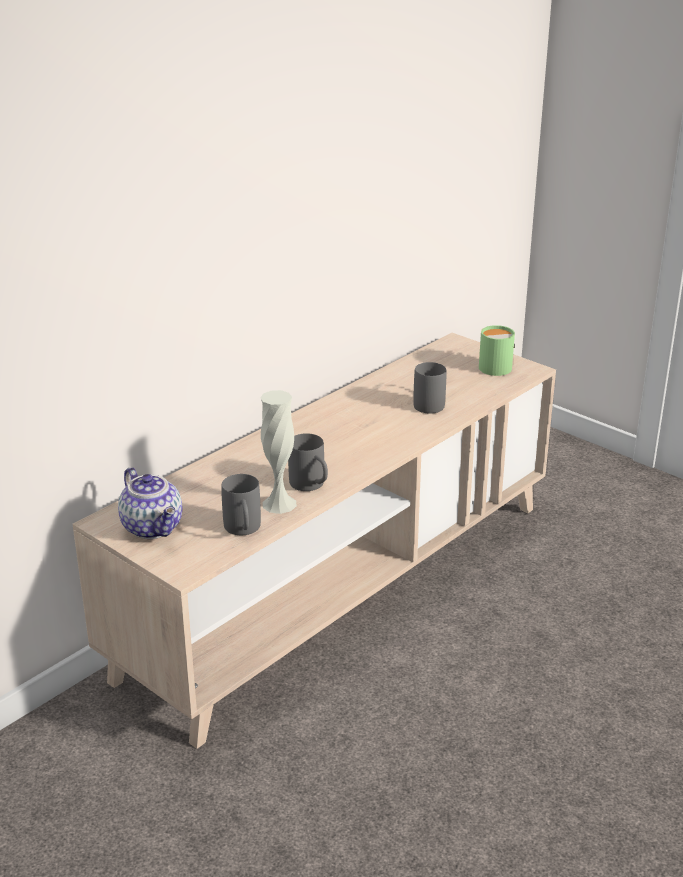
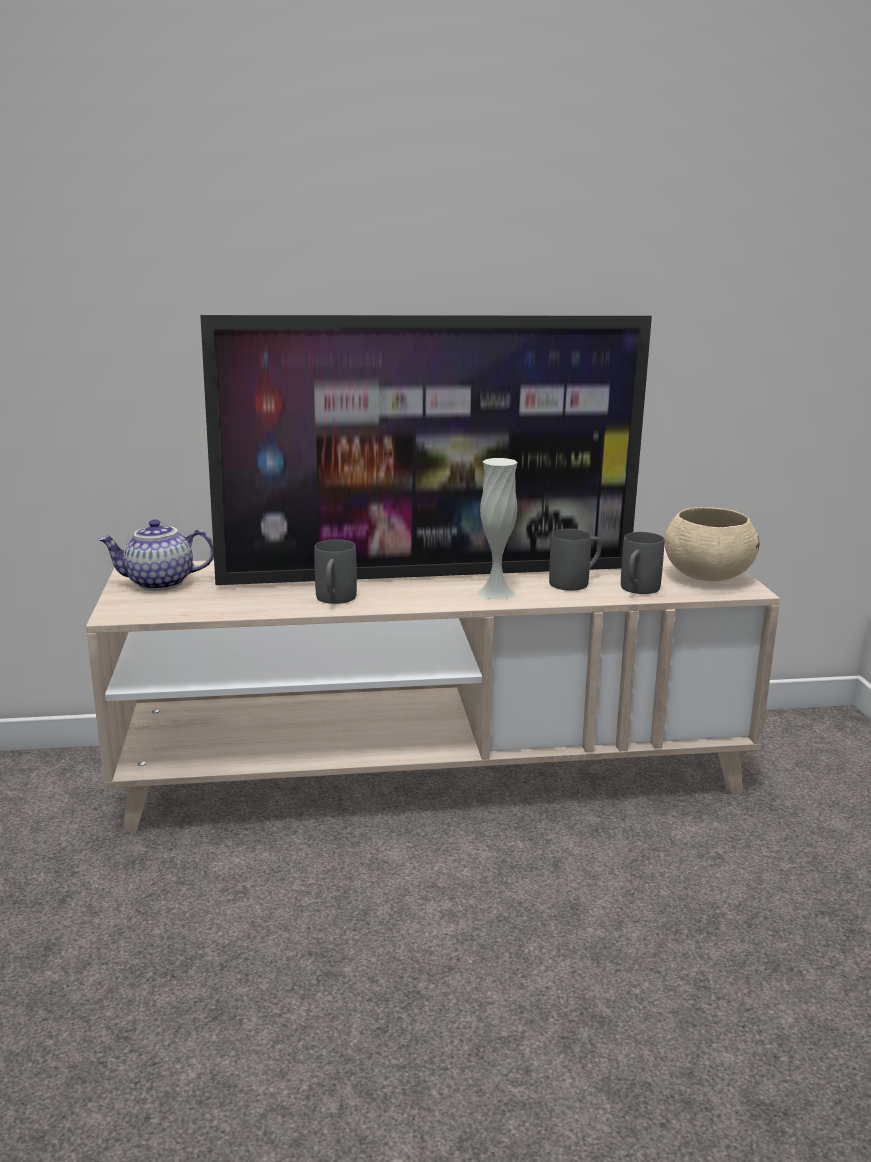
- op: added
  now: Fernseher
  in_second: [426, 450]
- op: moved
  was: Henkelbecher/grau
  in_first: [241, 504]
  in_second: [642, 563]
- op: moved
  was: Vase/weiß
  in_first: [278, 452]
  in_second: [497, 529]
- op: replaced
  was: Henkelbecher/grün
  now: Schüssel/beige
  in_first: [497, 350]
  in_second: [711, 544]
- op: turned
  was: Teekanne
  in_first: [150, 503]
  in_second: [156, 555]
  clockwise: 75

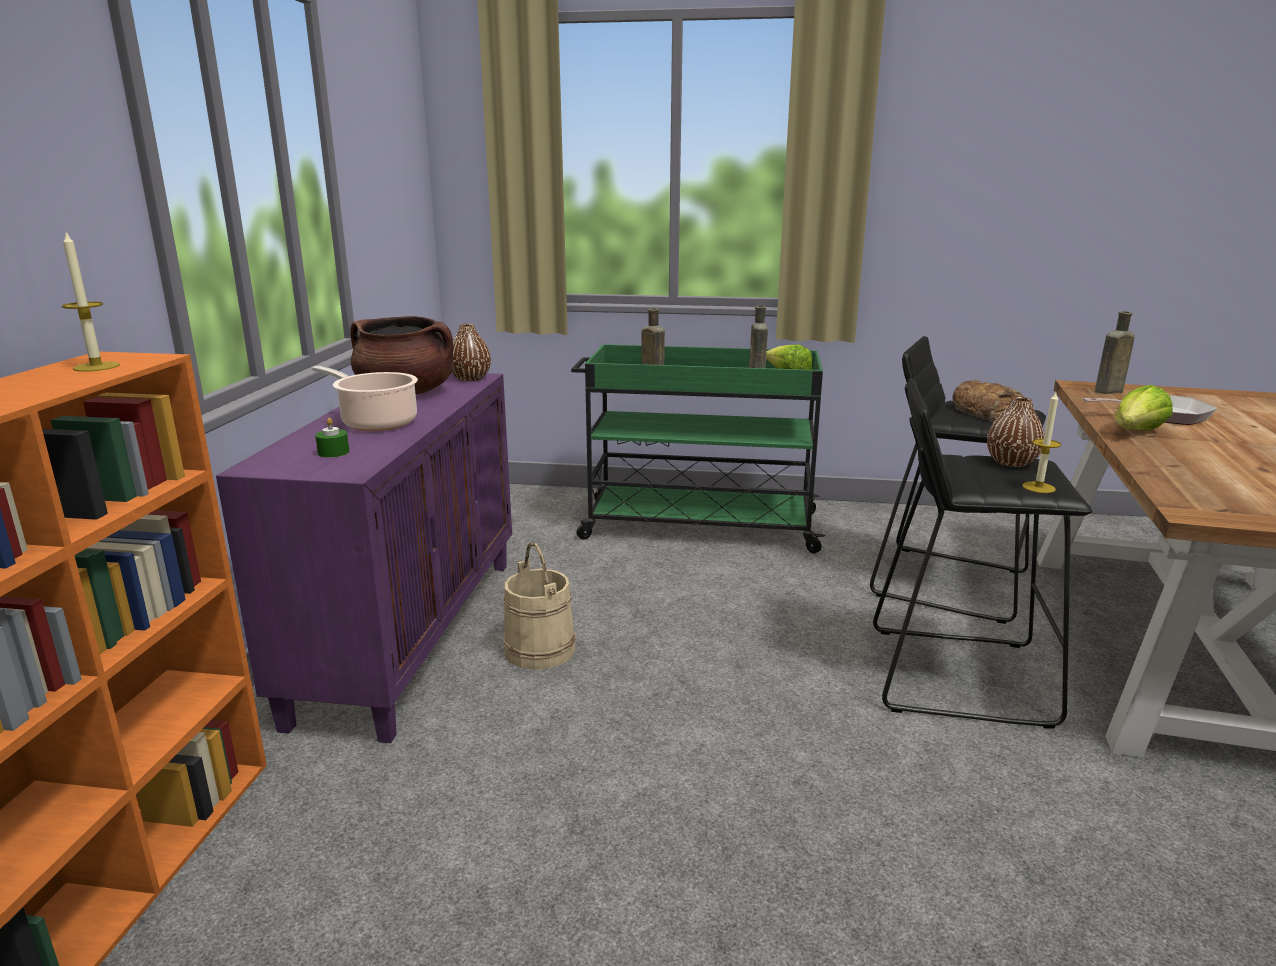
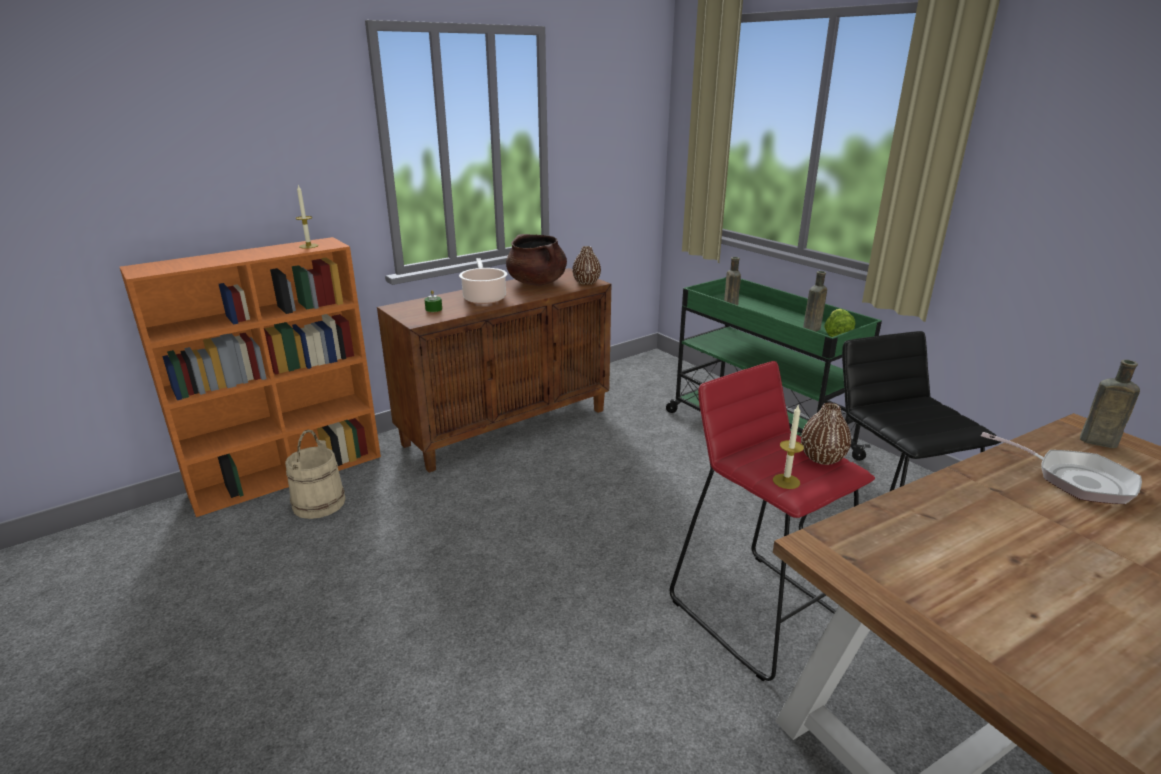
- op: removed
  was: Brot
  in_first: [988, 400]
- op: removed
  was: Salatkopf
  in_first: [1144, 407]
- op: moved
  was: Eimer/beige
  in_first: [539, 606]
  in_second: [315, 474]
- op: recoloured
  was: Schrank/lila
  now: Schrank/braun
  in_first: [364, 558]
  in_second: [494, 370]
- op: recoloured
  was: Hocker/schwarz
  now: Hocker/rot
  in_first: [982, 553]
  in_second: [772, 521]

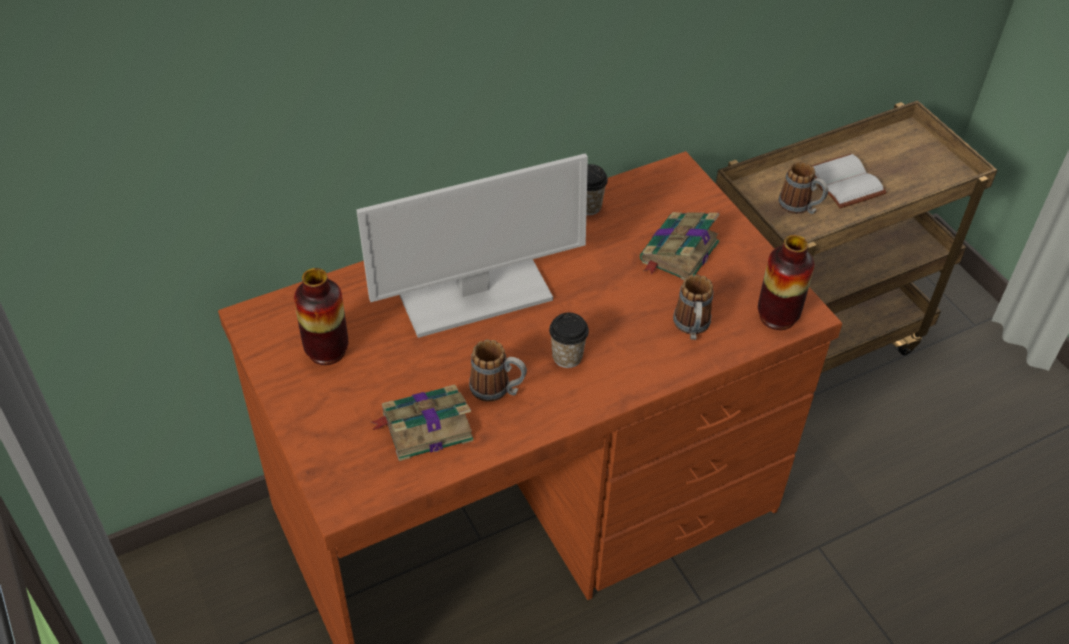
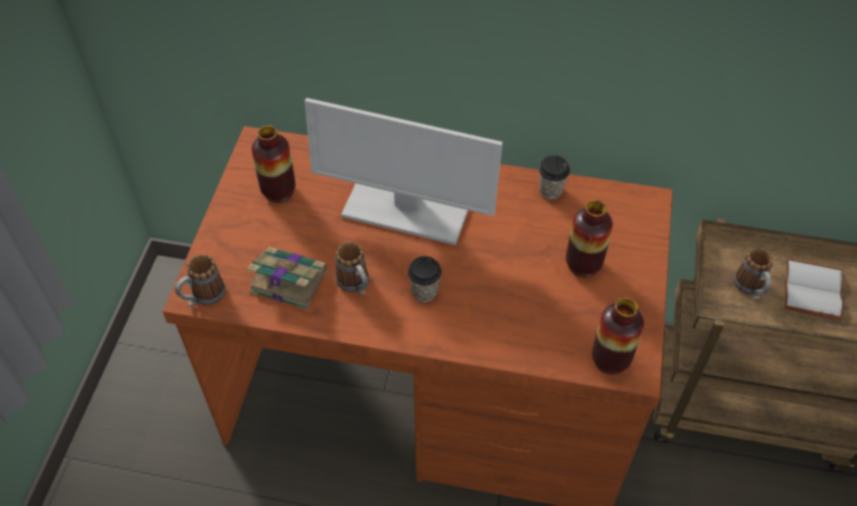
- op: moved
  was: Henkelbecher
  in_first: [693, 307]
  in_second: [200, 281]
- op: replaced
  was: Buch
  now: Vase
  in_first: [680, 246]
  in_second: [589, 238]

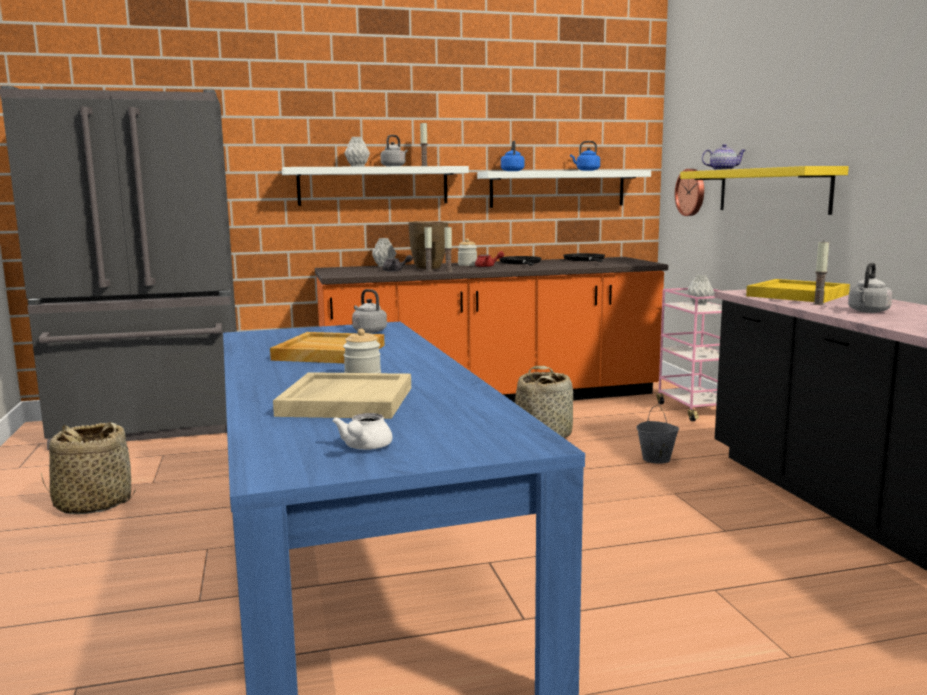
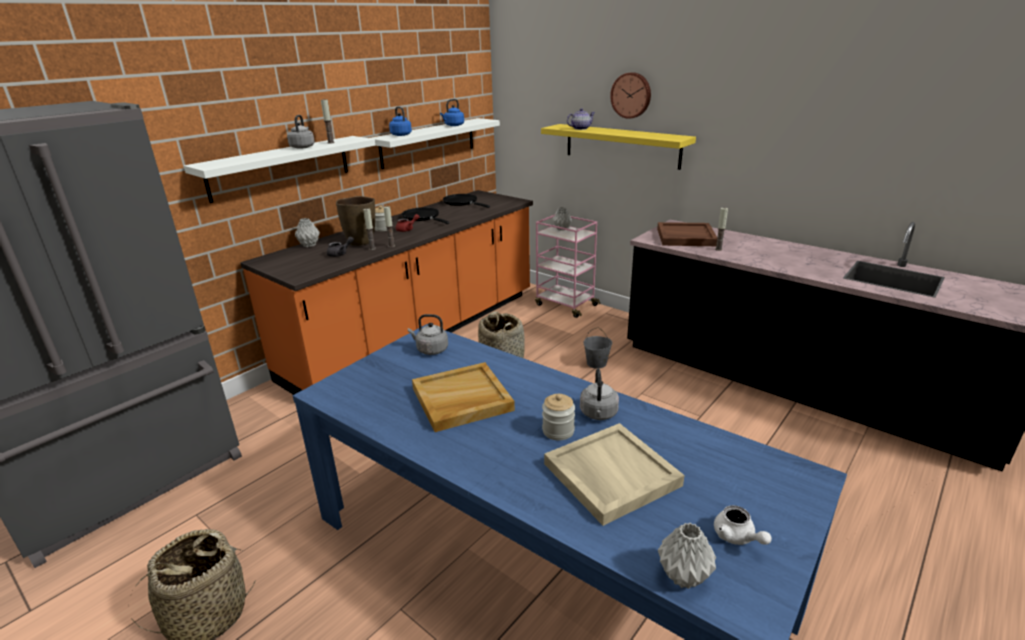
- op: moved
  was: Vase/grau
  in_first: [357, 152]
  in_second: [687, 556]
- op: moved
  was: Wanduhr
  in_first: [689, 192]
  in_second: [630, 95]
- op: moved
  was: Wasserkessel/grau
  in_first: [870, 288]
  in_second: [599, 394]
- op: recoloured
  was: Tablett/gelb
  now: Tablett/braun
  in_first: [798, 291]
  in_second: [687, 234]

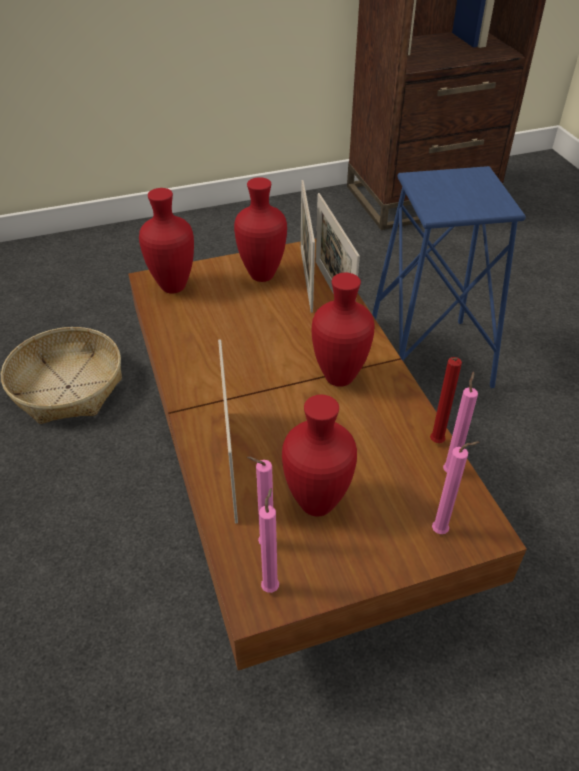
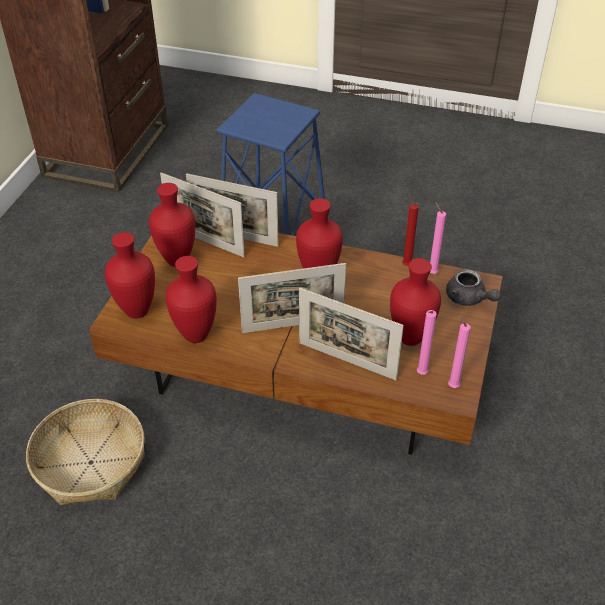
- op: added
  now: Vase/rot
  in_second: [191, 299]
- op: added
  now: Bilderrahmen
  in_second: [292, 298]
- op: replaced
  was: Kerze/rosa
  now: Teekanne/grau
  in_first: [456, 487]
  in_second: [473, 287]

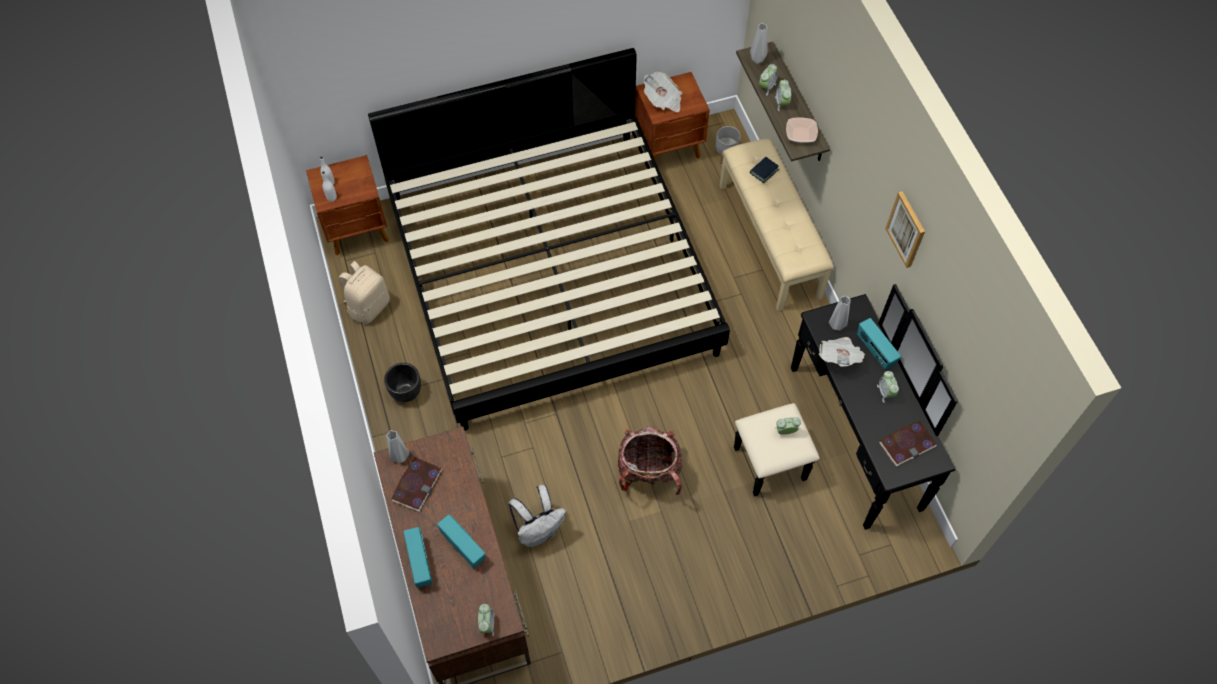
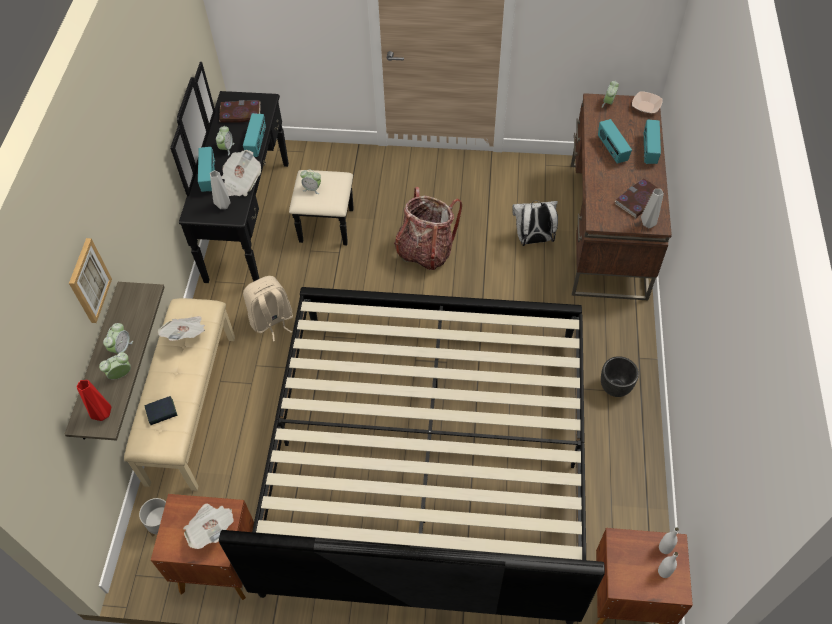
- op: added
  now: Zeitung
  in_second: [181, 328]
- op: added
  now: Radio
  in_second: [254, 135]
- op: moved
  was: Rucksack/beige
  in_first: [364, 292]
  in_second: [268, 308]
- op: moved
  was: Schüssel
  in_first: [802, 130]
  in_second: [647, 102]
- op: moved
  was: Bild
  in_first: [905, 229]
  in_second: [90, 280]
- op: recoloured
  was: Vase/grau
  now: Vase/rot
  in_first: [759, 43]
  in_second: [94, 400]

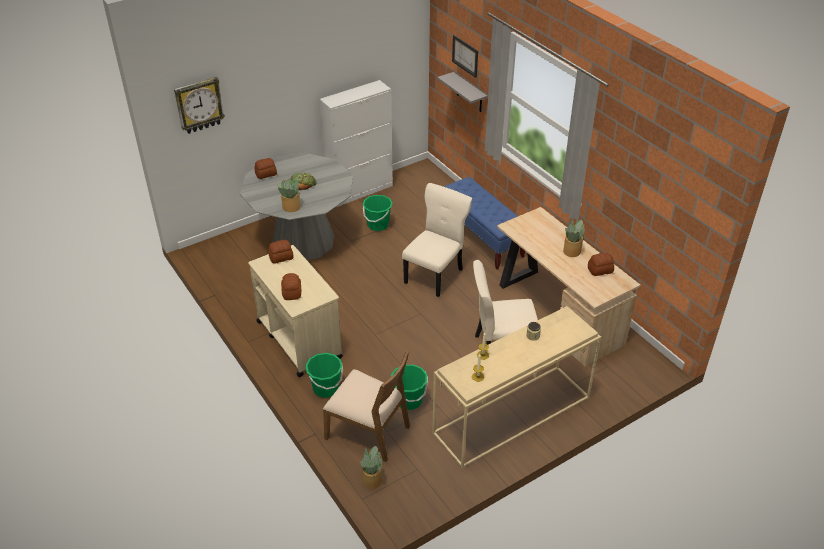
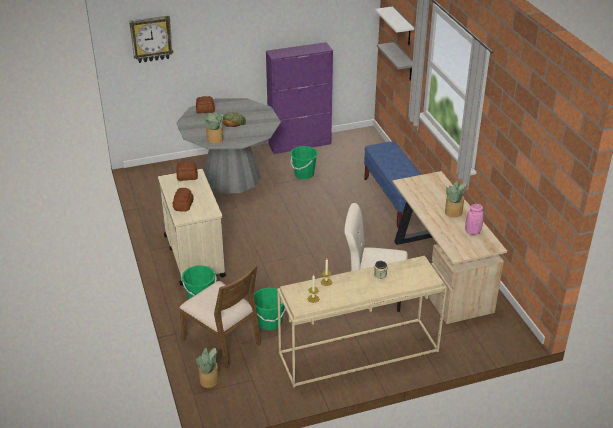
- op: removed
  was: Stuhl/beige
  in_first: [437, 240]
- op: replaced
  was: Bild
  now: Wandregal/weiß
  in_first: [465, 56]
  in_second: [394, 26]
- op: replaced
  was: Brot
  now: Vase/rosa
  in_first: [601, 264]
  in_second: [474, 219]
- op: recoloured
  was: Schrank/weiß
  now: Schrank/lila
  in_first: [356, 143]
  in_second: [299, 98]

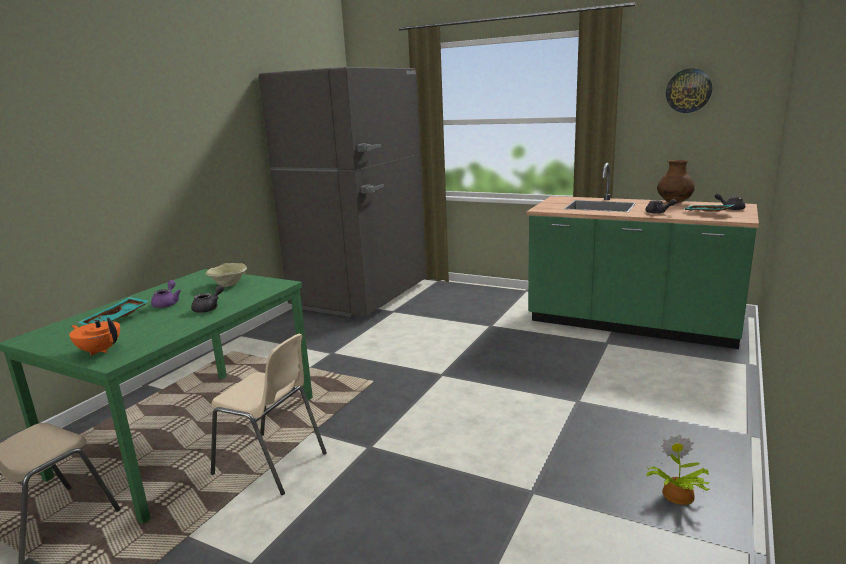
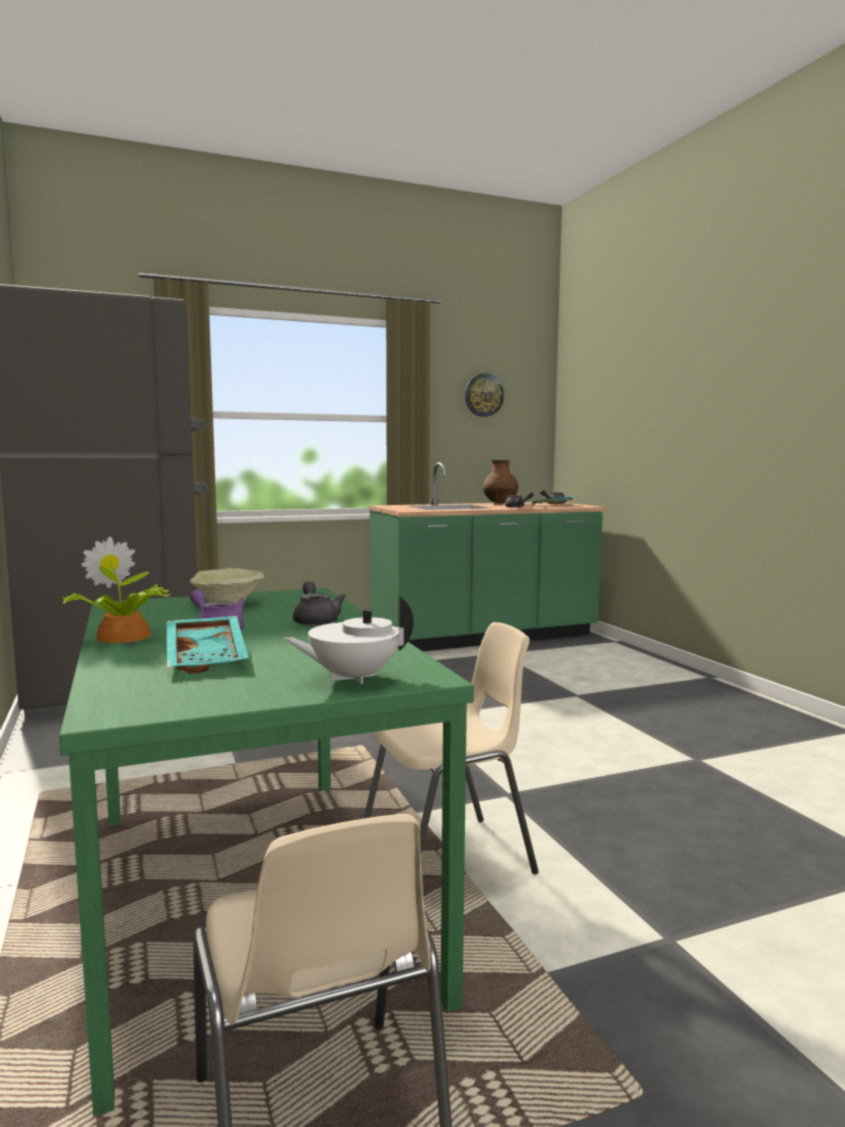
- op: moved
  was: Topfpflanze
  in_first: [678, 470]
  in_second: [116, 590]
- op: recoloured
  was: Teekanne/orange
  now: Teekanne/weiß
  in_first: [94, 336]
  in_second: [348, 640]

